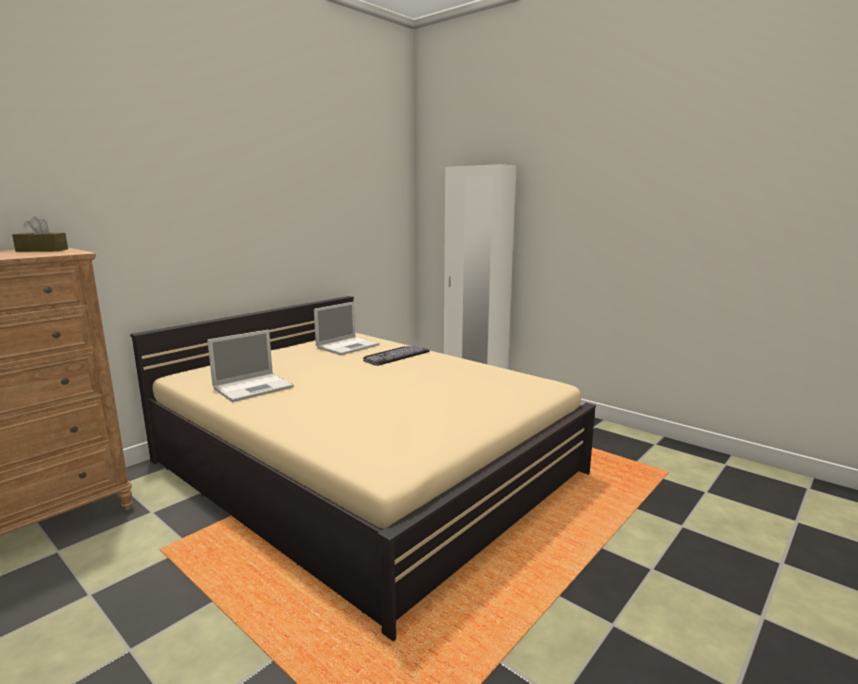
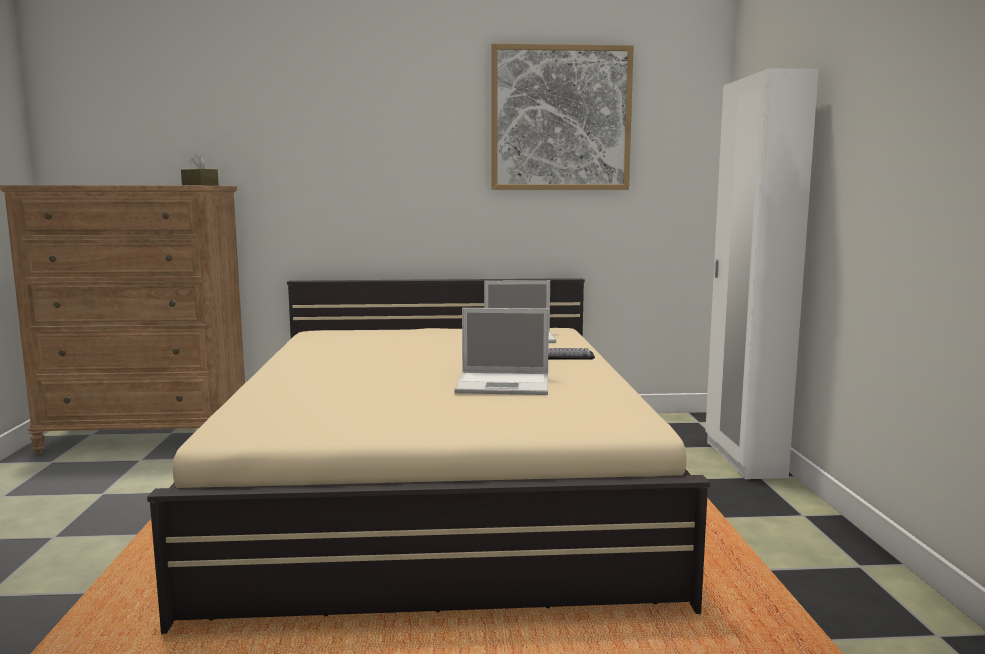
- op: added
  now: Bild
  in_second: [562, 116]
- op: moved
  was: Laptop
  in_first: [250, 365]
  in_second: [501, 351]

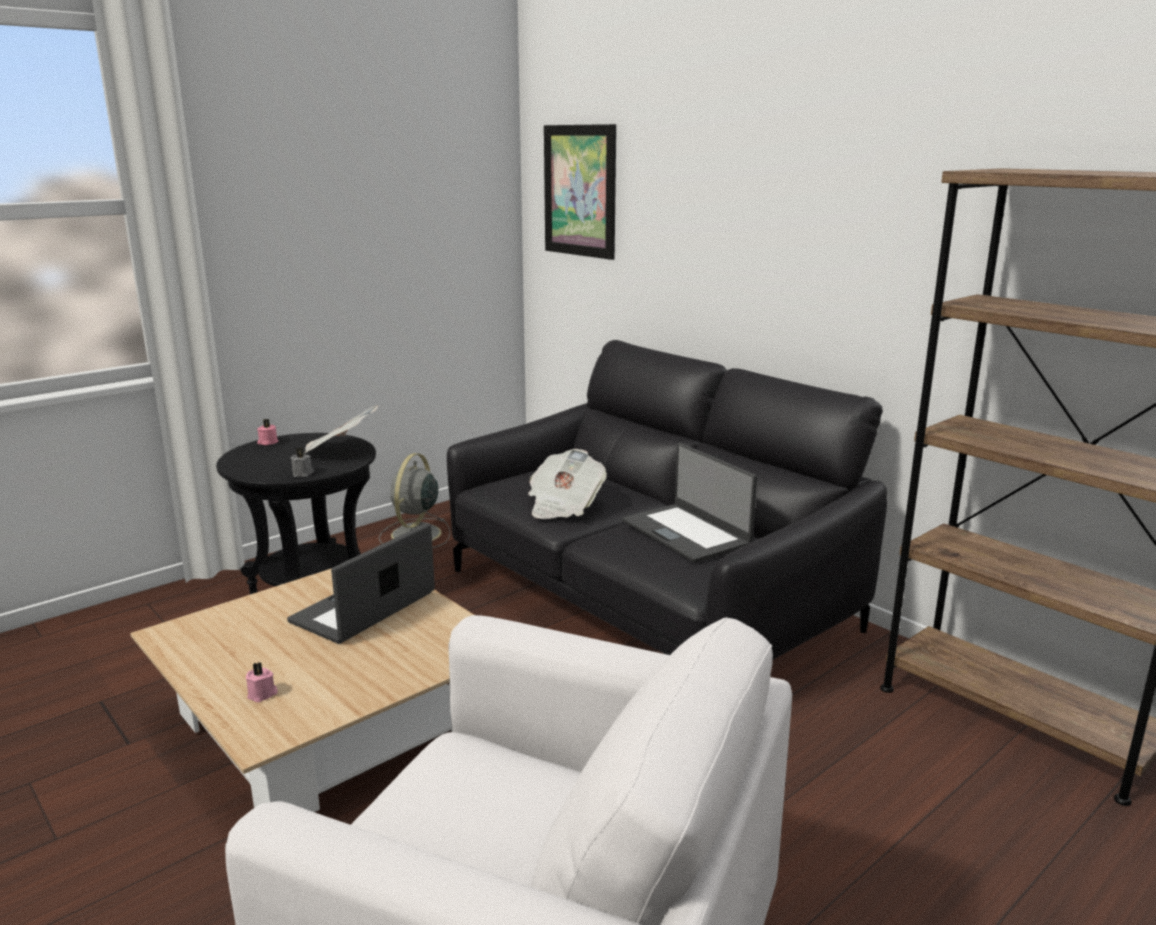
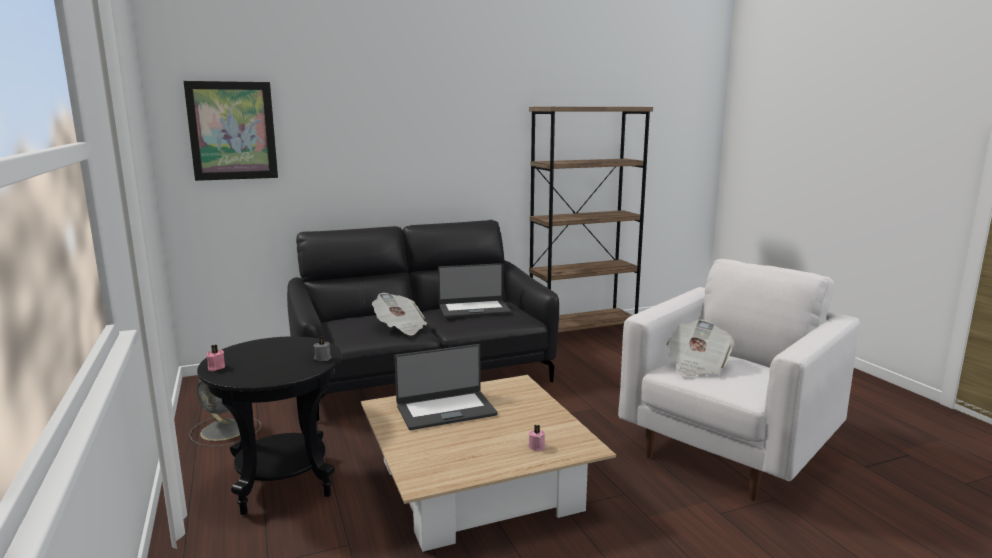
- op: moved
  was: Zeitung
  in_first: [341, 430]
  in_second: [700, 347]
- op: turned
  was: Laptop
  in_first: [361, 583]
  in_second: [446, 387]
  clockwise: -75

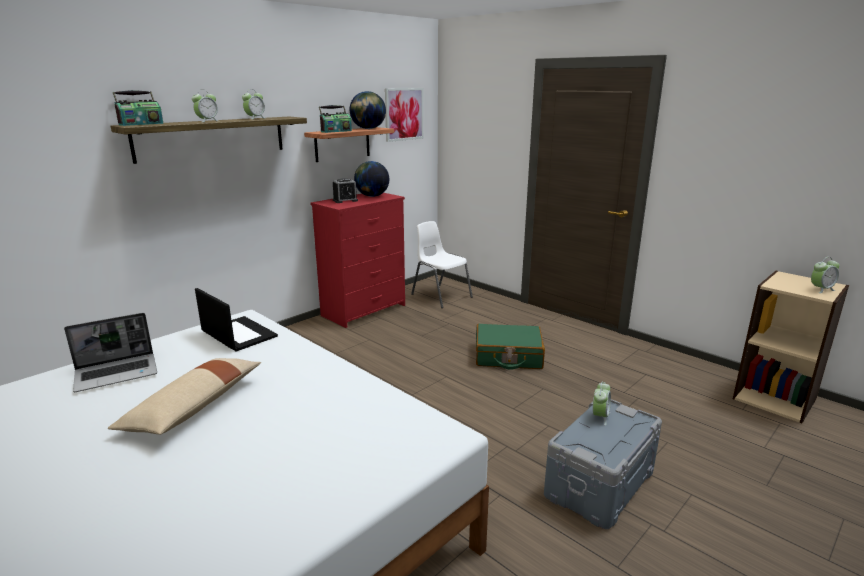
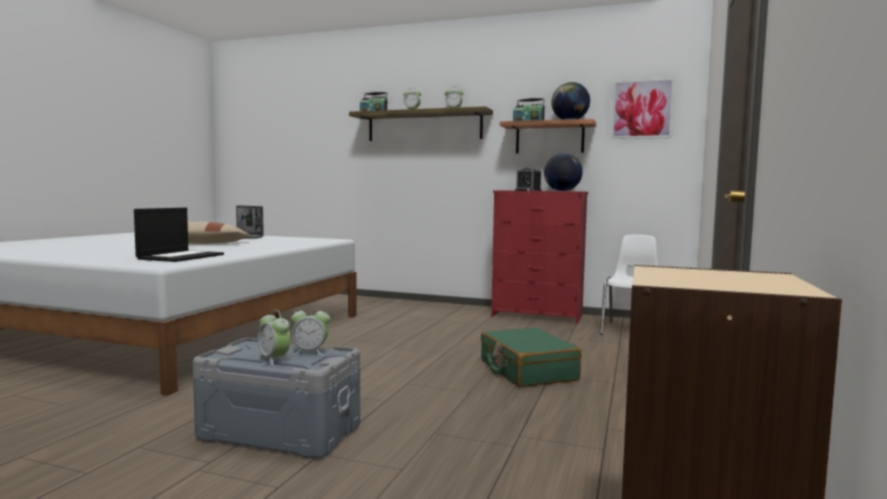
- op: moved
  was: Laptop
  in_first: [236, 320]
  in_second: [179, 235]
- op: moved
  was: Wecker
  in_first: [825, 275]
  in_second: [274, 338]

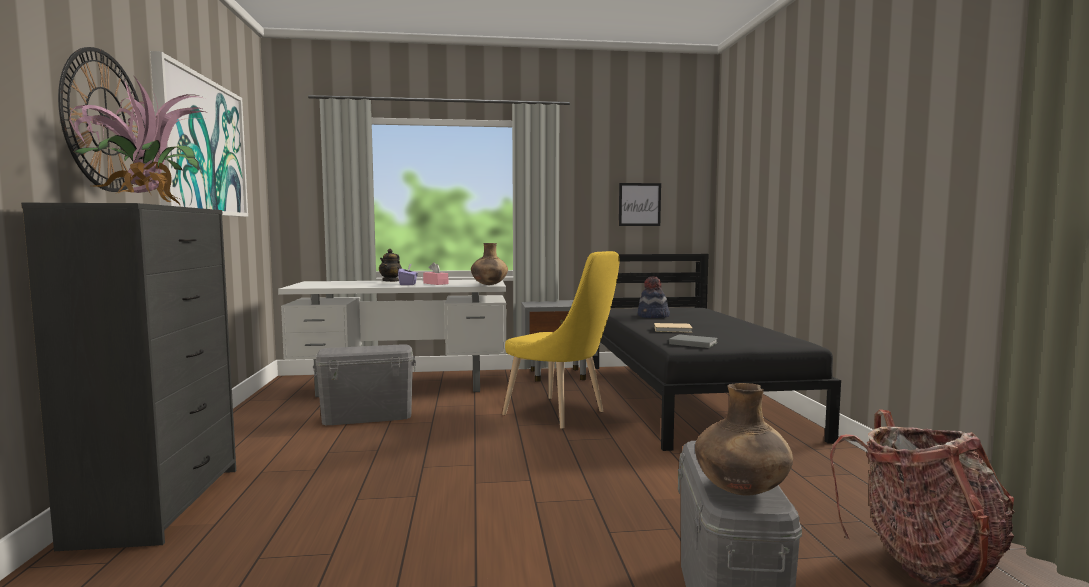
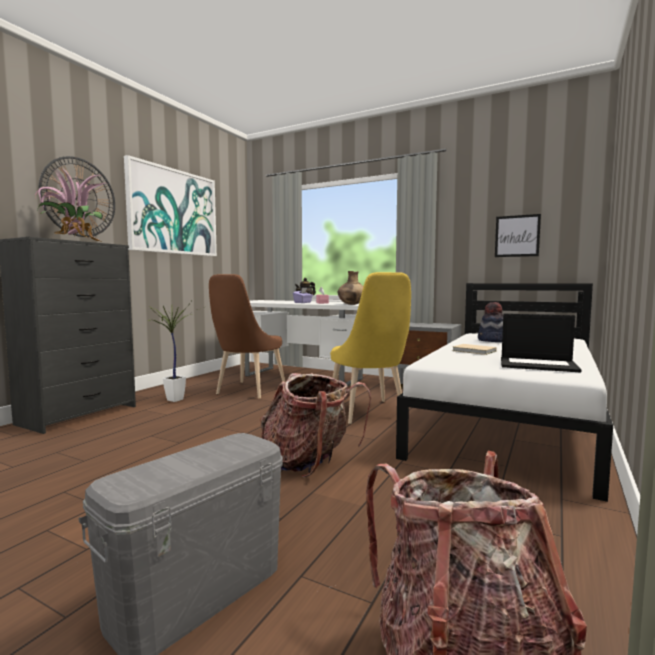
- op: removed
  was: Buch/grau
  in_first: [693, 341]
- op: removed
  was: Vase/braun
  in_first: [744, 439]
- op: added
  now: Topfpflanze
  in_second: [173, 350]
- op: added
  now: Rucksack
  in_second: [315, 425]
- op: added
  now: Laptop
  in_second: [541, 343]
- op: replaced
  was: Aufbewahrungsbox/grau
  now: Stuhl/braun
  in_first: [364, 384]
  in_second: [247, 336]
- op: recoloured
  was: Bett/schwarz
  now: Bett/weiß
  in_first: [717, 352]
  in_second: [504, 392]

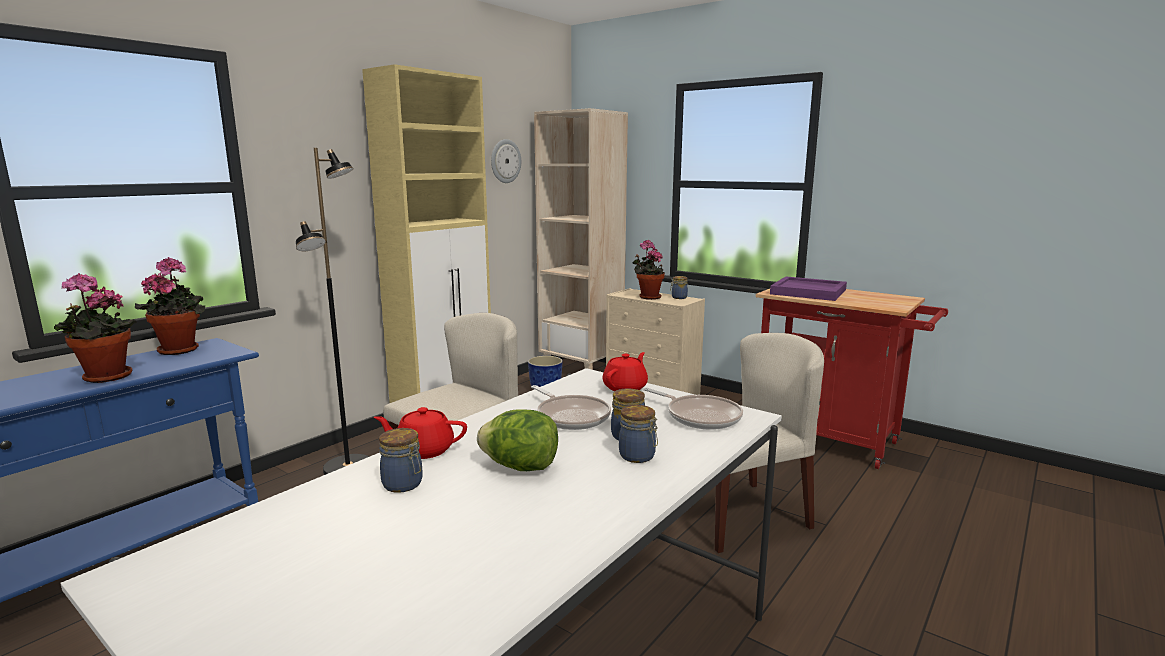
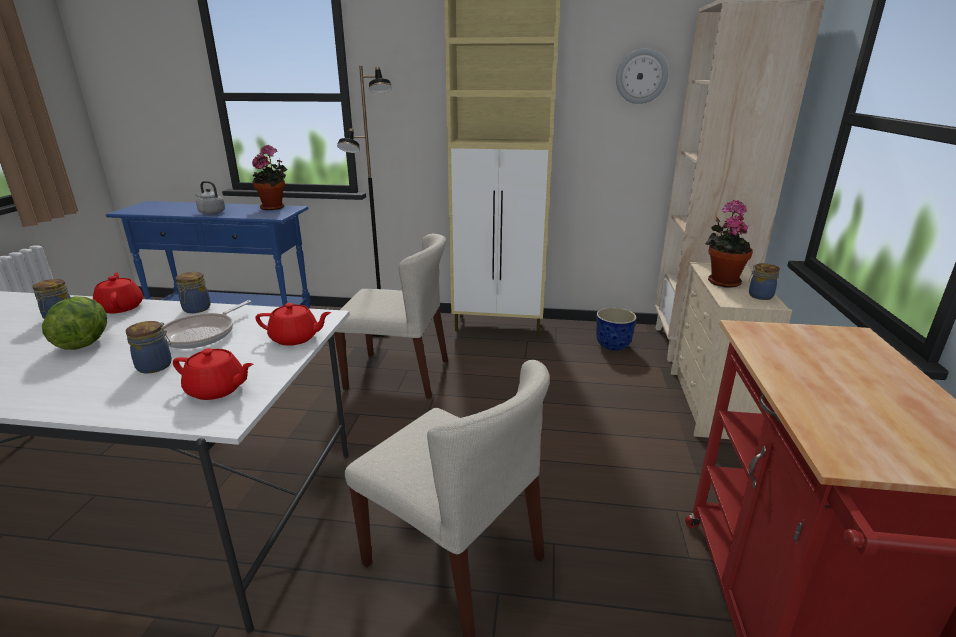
- op: removed
  was: Tablett/lila
  in_first: [808, 288]
- op: moved
  was: Vorratsglas
  in_first: [638, 434]
  in_second: [193, 292]
- op: replaced
  was: Topfpflanze
  now: Wasserkessel/grau
  in_first: [95, 328]
  in_second: [210, 198]
- op: replaced
  was: Pfanne
  now: Teekanne/rot
  in_first: [693, 409]
  in_second: [213, 374]

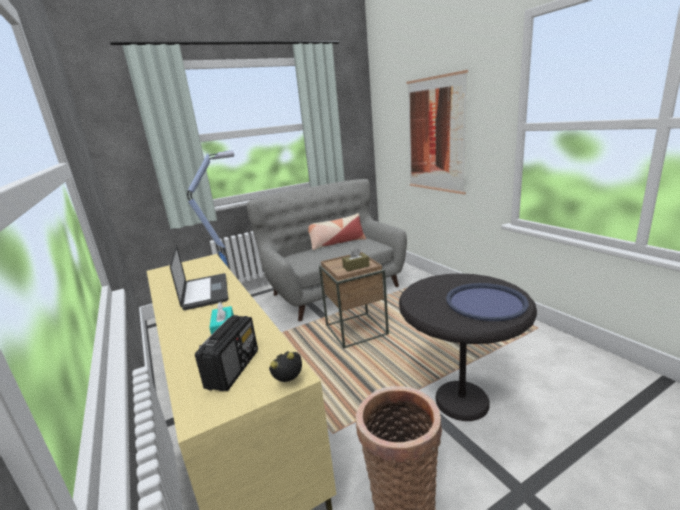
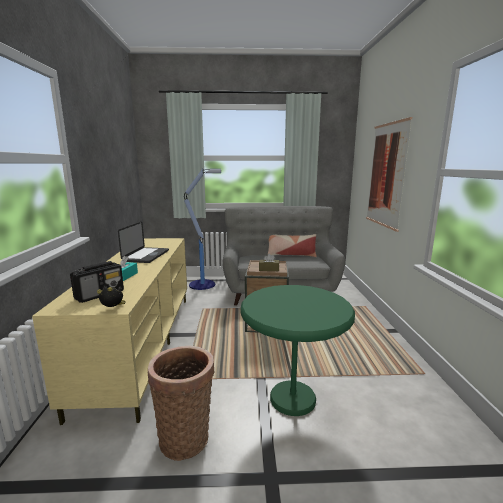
- op: removed
  was: Tablett/blau
  in_first: [487, 302]
- op: recoloured
  was: Beistelltisch/schwarz
  now: Beistelltisch/grün
  in_first: [468, 347]
  in_second: [297, 350]

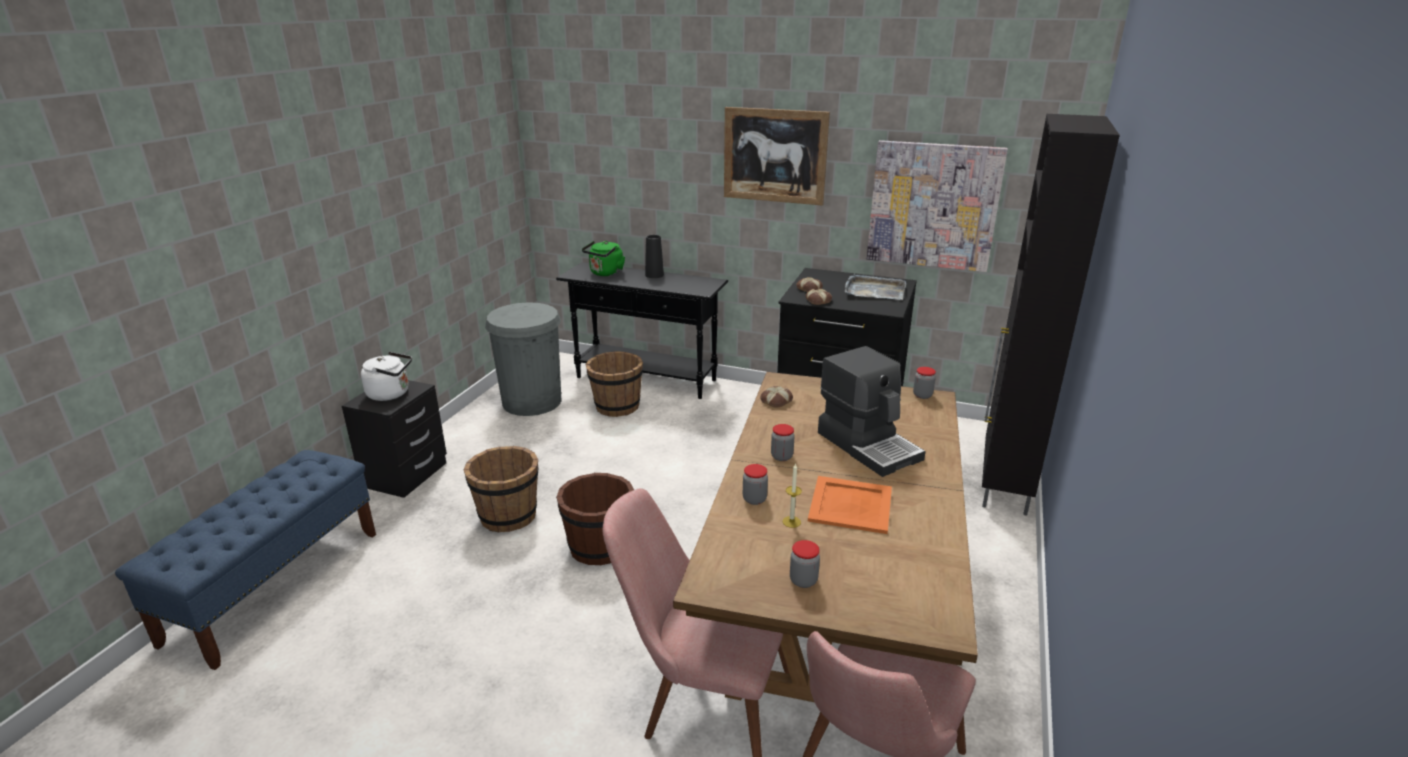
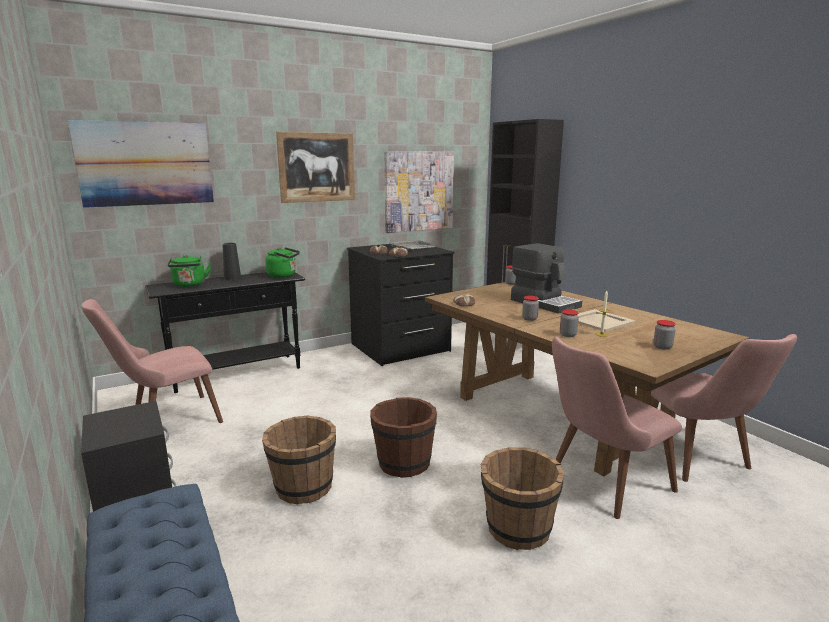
- op: removed
  was: Wasserkessel/weiß
  in_first: [386, 376]
- op: added
  now: Bild
  in_second: [141, 164]
- op: added
  now: Wasserkessel/grün
  in_second: [282, 262]
- op: moved
  was: Eimer/braun
  in_first: [614, 384]
  in_second: [522, 498]
- op: replaced
  was: Mülleimer/grau
  now: Stuhl/rosa
  in_first: [523, 359]
  in_second: [152, 361]
- op: recoloured
  was: Tablett/orange
  now: Tablett/beige
  in_first: [850, 505]
  in_second: [606, 320]
- op: turned
  was: Kaffeemaschine
  in_first: [872, 411]
  in_second: [546, 278]
  clockwise: 45

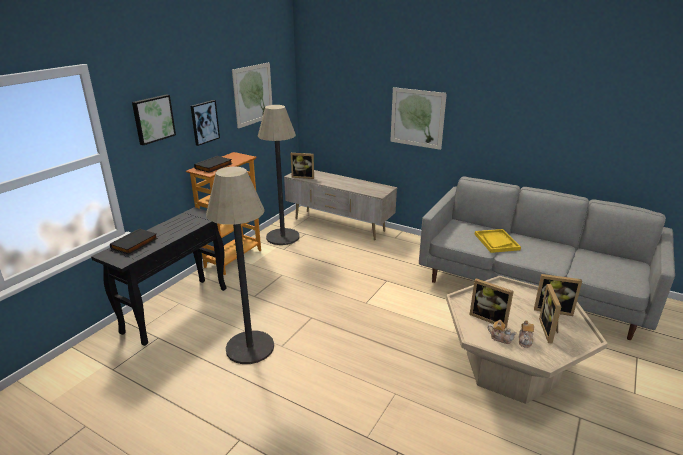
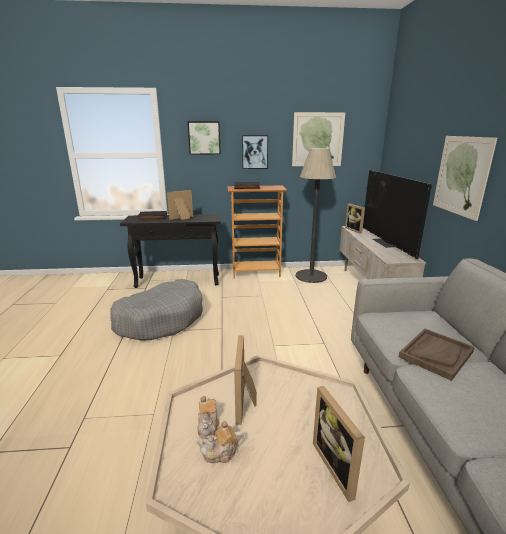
- op: added
  now: Fernseher
  in_second: [397, 214]
- op: moved
  was: Bilderrahmen
  in_first: [550, 314]
  in_second: [180, 205]
- op: replaced
  was: Stehlampe
  now: Hundebett/grau
  in_first: [240, 265]
  in_second: [156, 309]
- op: recoloured
  was: Tablett/gelb
  now: Tablett/braun
  in_first: [498, 241]
  in_second: [437, 355]

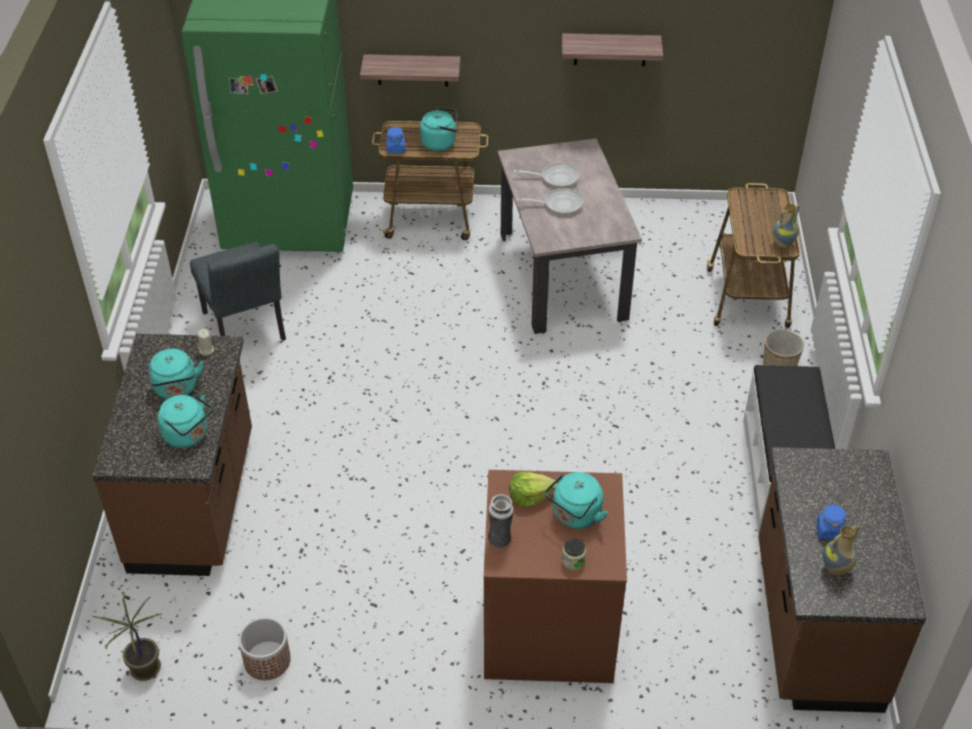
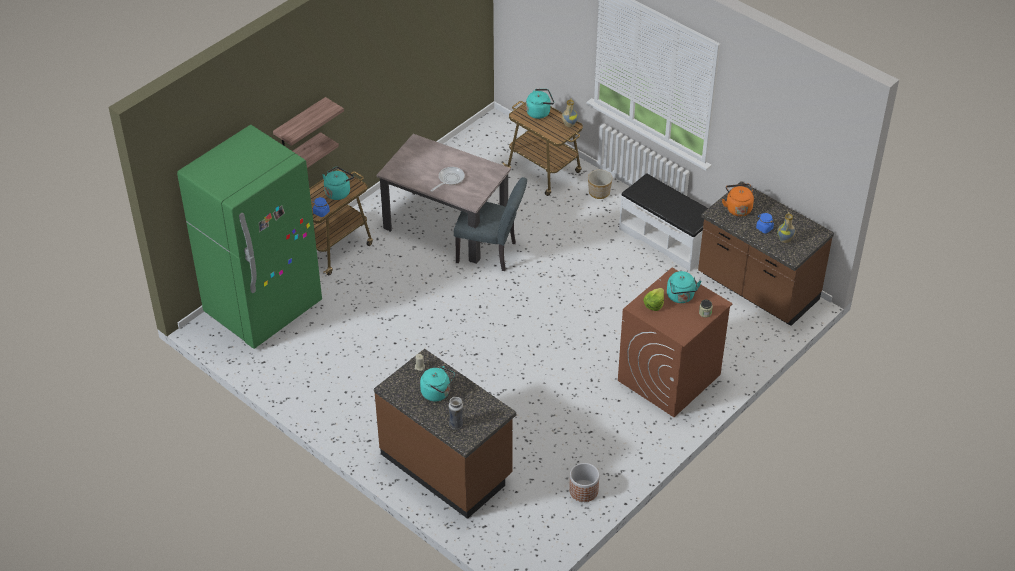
- op: removed
  was: Topfpflanze
  in_first: [127, 637]
- op: removed
  was: Pfanne
  in_first: [547, 175]
- op: added
  now: Wasserkessel/orange
  in_second: [738, 200]
- op: moved
  was: Wasserkessel/türkis
  in_first: [185, 421]
  in_second: [540, 104]
- op: moved
  was: Stuhl/grau
  in_first: [238, 291]
  in_second: [490, 224]
- op: moved
  was: Vase
  in_first: [501, 521]
  in_second: [455, 413]
- op: moved
  was: Wandregal
  in_first: [612, 49]
  in_second: [308, 121]

